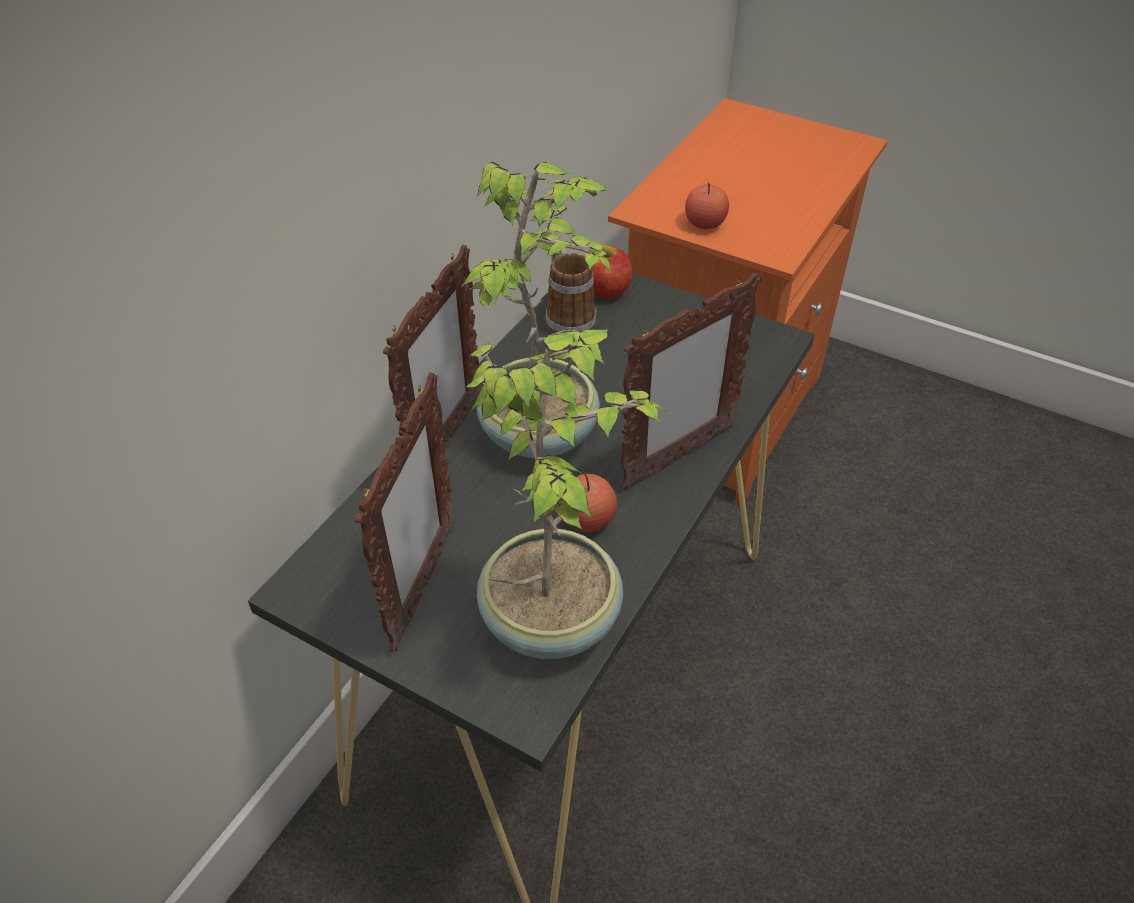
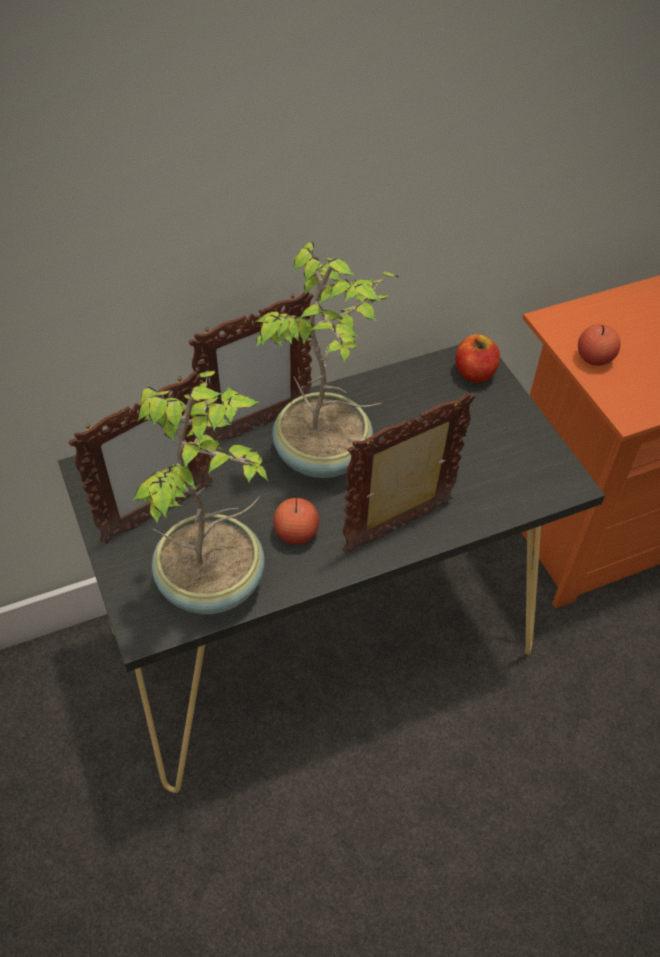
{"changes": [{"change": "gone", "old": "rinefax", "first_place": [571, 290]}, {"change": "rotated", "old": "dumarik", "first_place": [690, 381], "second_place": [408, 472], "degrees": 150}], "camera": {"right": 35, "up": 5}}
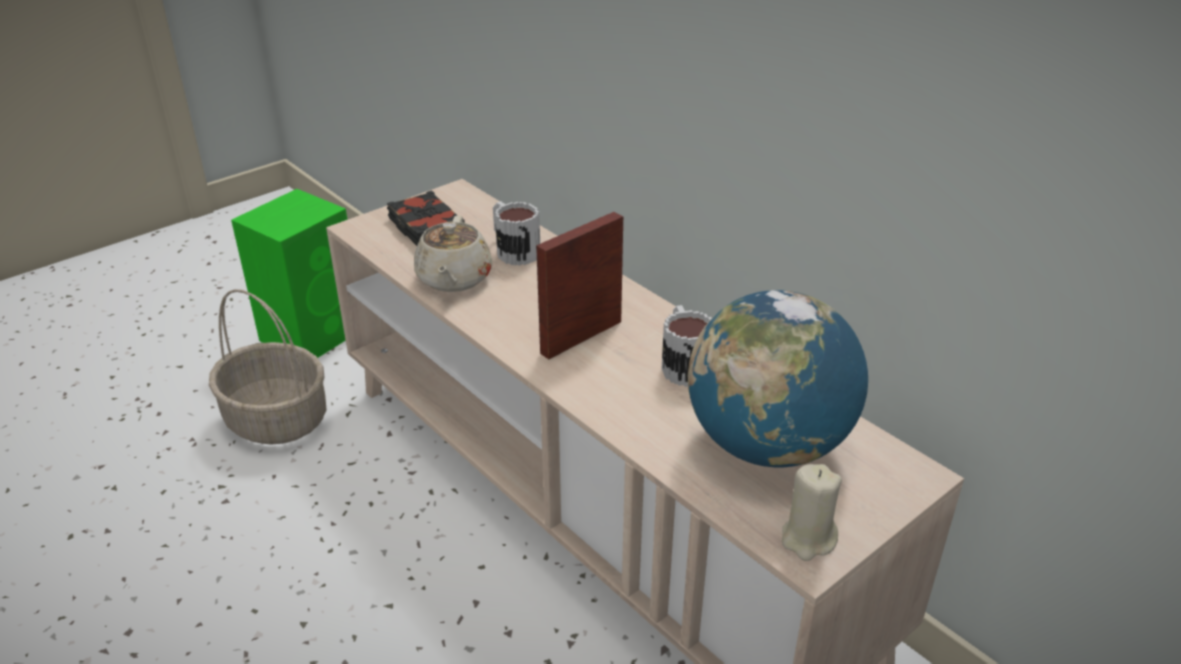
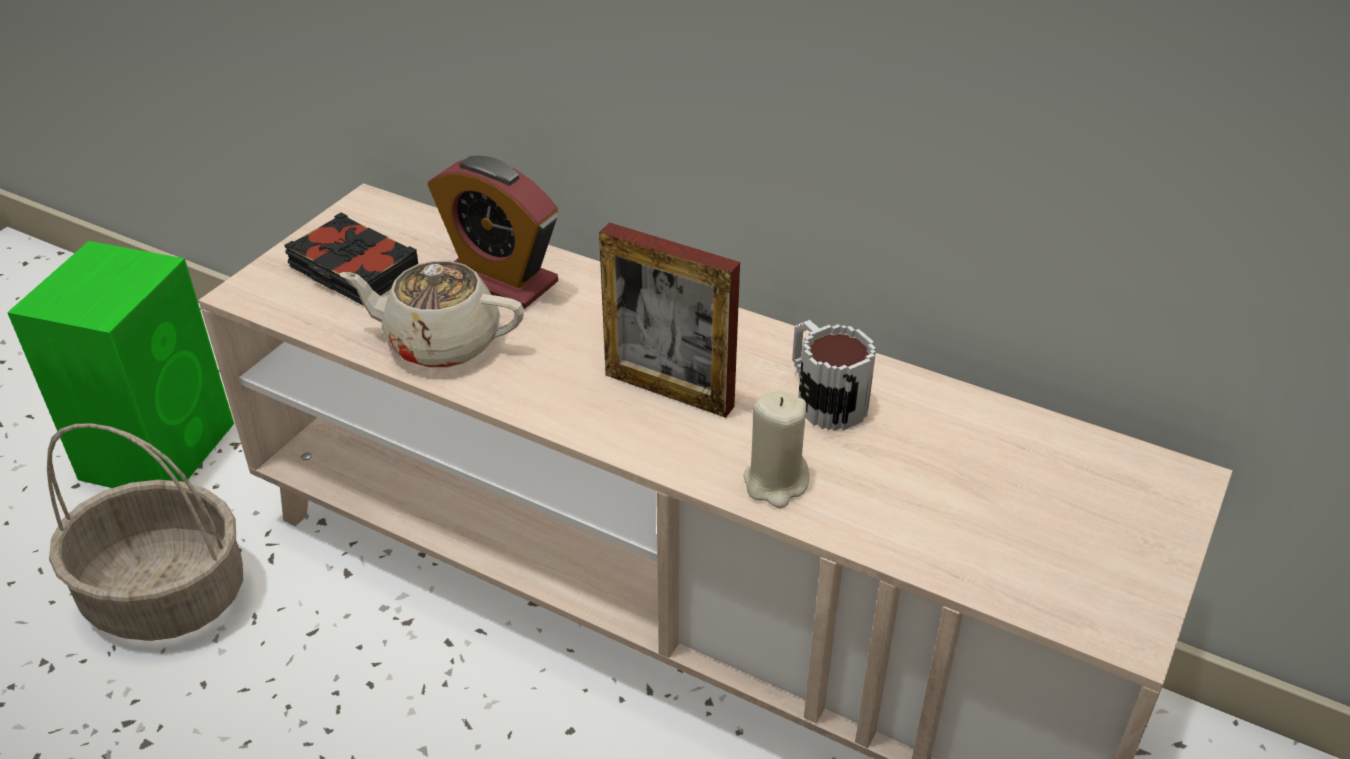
{"changes": [{"change": "swapped", "old": "rinefax", "new": "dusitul", "first_place": [516, 233], "second_place": [492, 232]}, {"change": "rotated", "old": "dumarik", "first_place": [579, 285], "second_place": [669, 320], "degrees": -90}, {"change": "rotated", "old": "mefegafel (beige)", "first_place": [453, 253], "second_place": [431, 314], "degrees": 120}, {"change": "gone", "old": "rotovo", "first_place": [778, 379]}, {"change": "shifted", "old": "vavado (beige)", "first_place": [812, 512], "second_place": [776, 449]}], "camera": {"right": -20, "up": 5}}
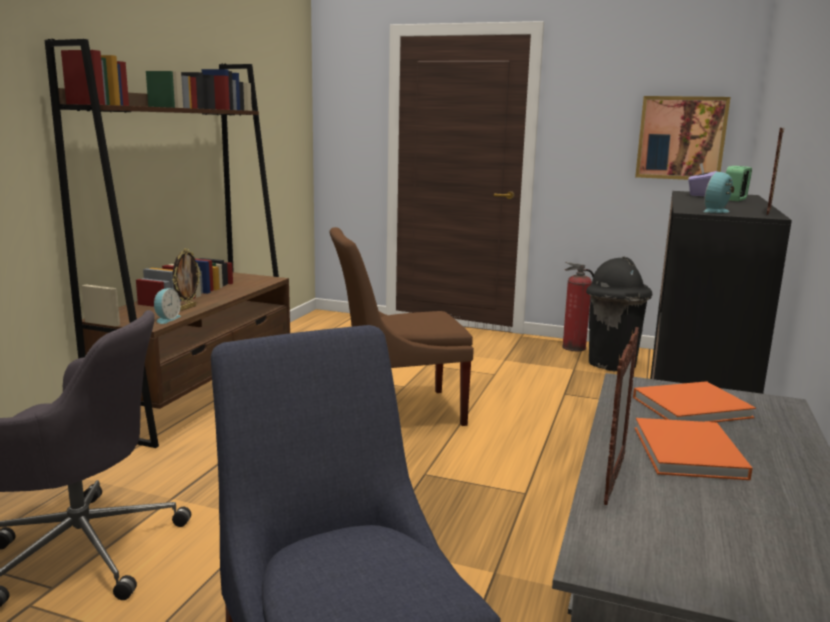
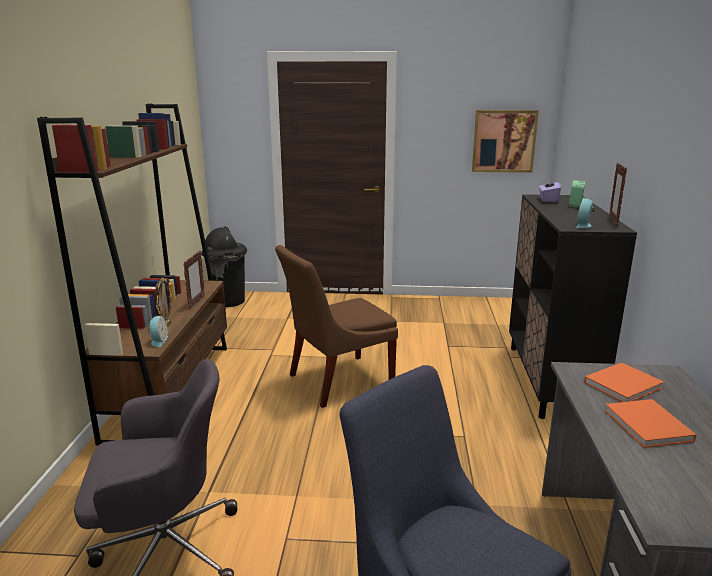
{"changes": [{"change": "shifted", "old": "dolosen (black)", "first_place": [619, 314], "second_place": [224, 267]}, {"change": "gone", "old": "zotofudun", "first_place": [578, 306]}, {"change": "shifted", "old": "dumarik", "first_place": [621, 416], "second_place": [194, 280]}], "camera": {"right": -15, "up": 5}}
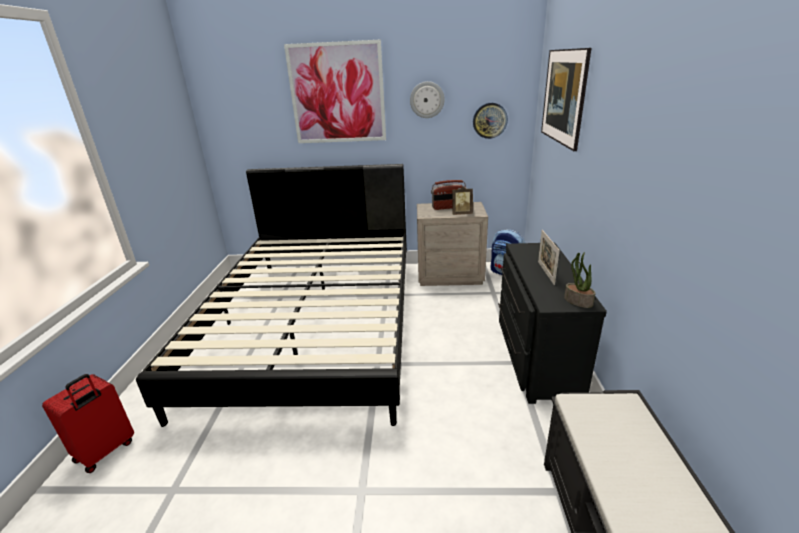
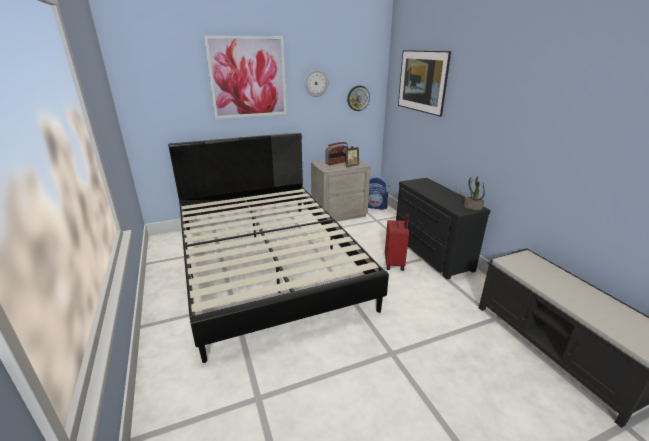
{"changes": [{"change": "gone", "old": "dumarik", "first_place": [549, 257]}, {"change": "shifted", "old": "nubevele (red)", "first_place": [88, 423], "second_place": [397, 242]}], "camera": {"right": -25, "up": 0}}
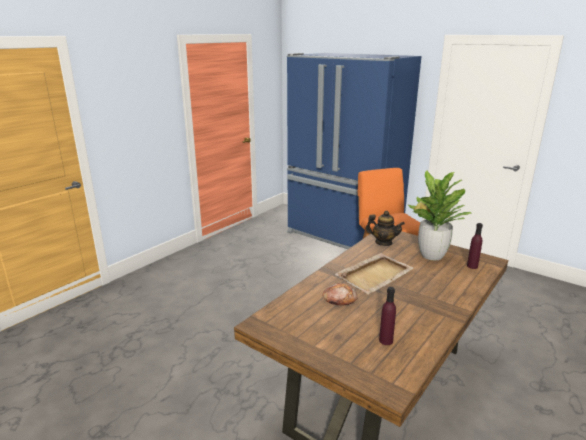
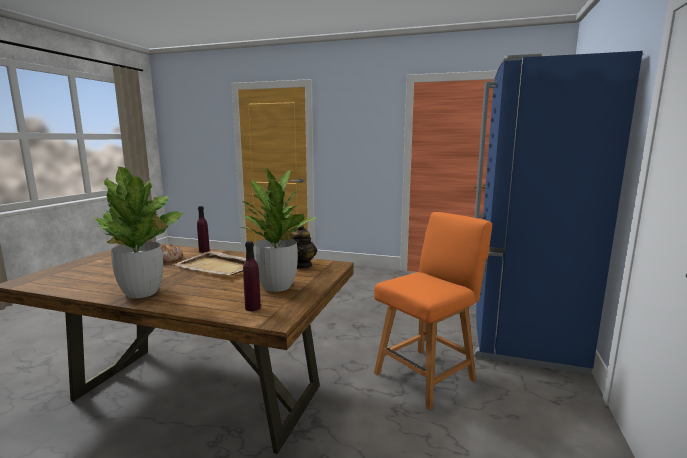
{"changes": [{"change": "shifted", "old": "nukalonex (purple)", "first_place": [387, 316], "second_place": [203, 229]}, {"change": "new", "new": "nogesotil", "second_place": [139, 232]}], "camera": {"right": 70, "up": -10}}
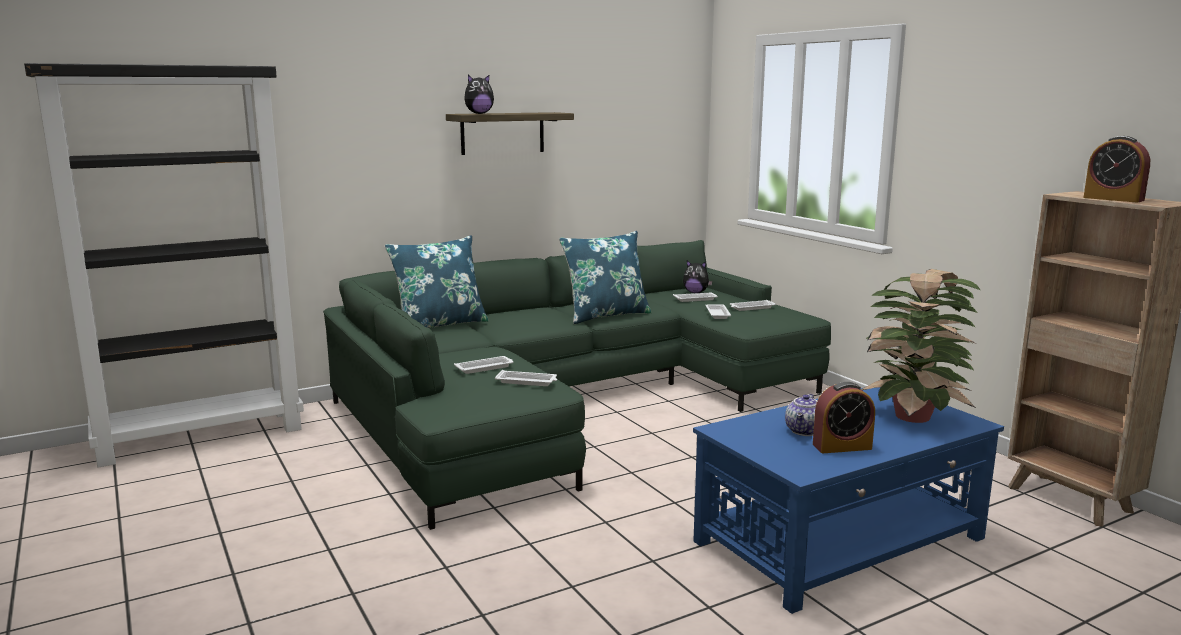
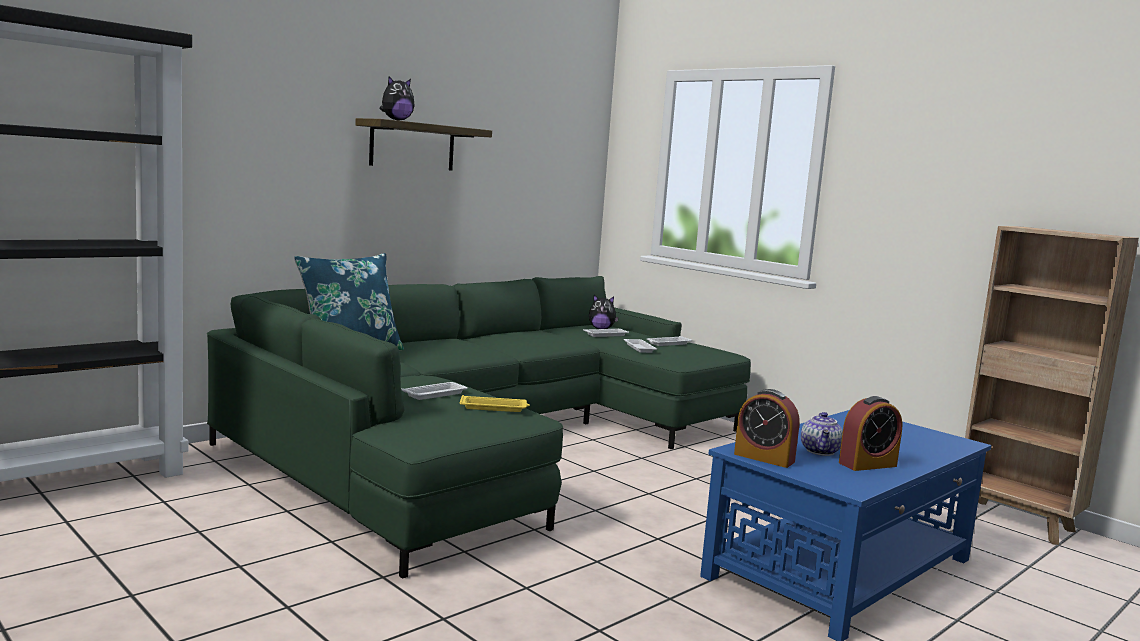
{"changes": [{"change": "shifted", "old": "dusitul", "first_place": [1116, 169], "second_place": [767, 428]}, {"change": "gone", "old": "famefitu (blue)", "first_place": [605, 277]}, {"change": "gone", "old": "nogesotil", "first_place": [920, 346]}, {"change": "repainted", "old": "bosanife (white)", "new": "bosanife (yellow)", "first_place": [526, 378], "second_place": [495, 403]}], "camera": {"right": -15, "up": -5}}
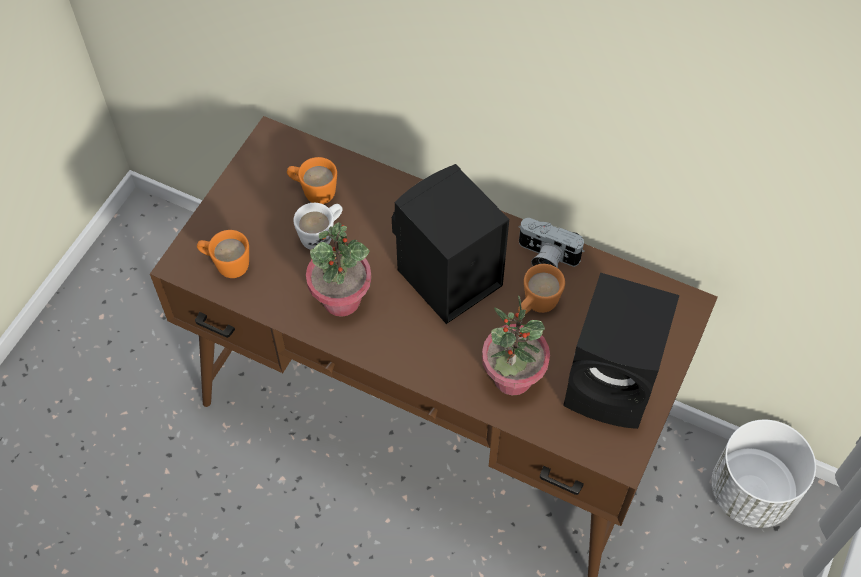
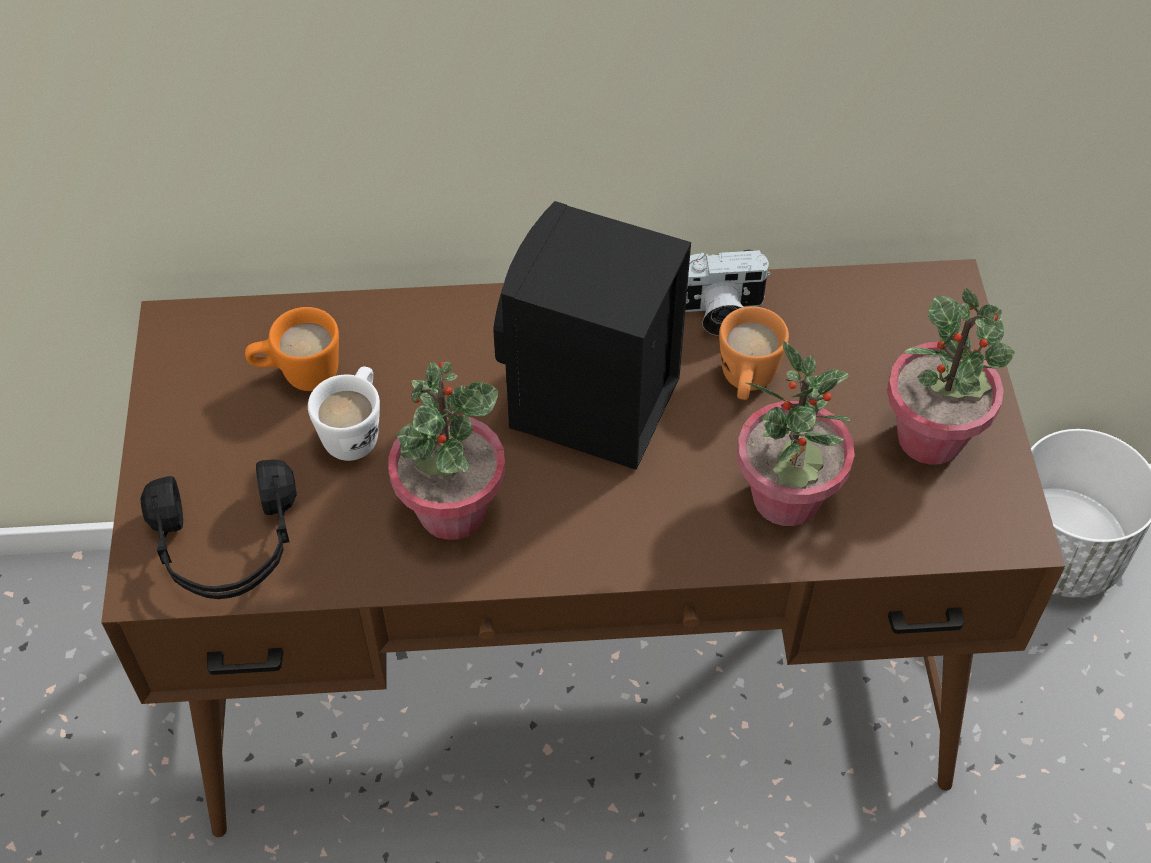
{"changes": [{"change": "swapped", "old": "rinefax (orange)", "new": "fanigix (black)", "first_place": [223, 254], "second_place": [219, 529]}, {"change": "swapped", "old": "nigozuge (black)", "new": "nogesotil", "first_place": [621, 351], "second_place": [951, 376]}], "camera": {"right": -30, "up": -5}}
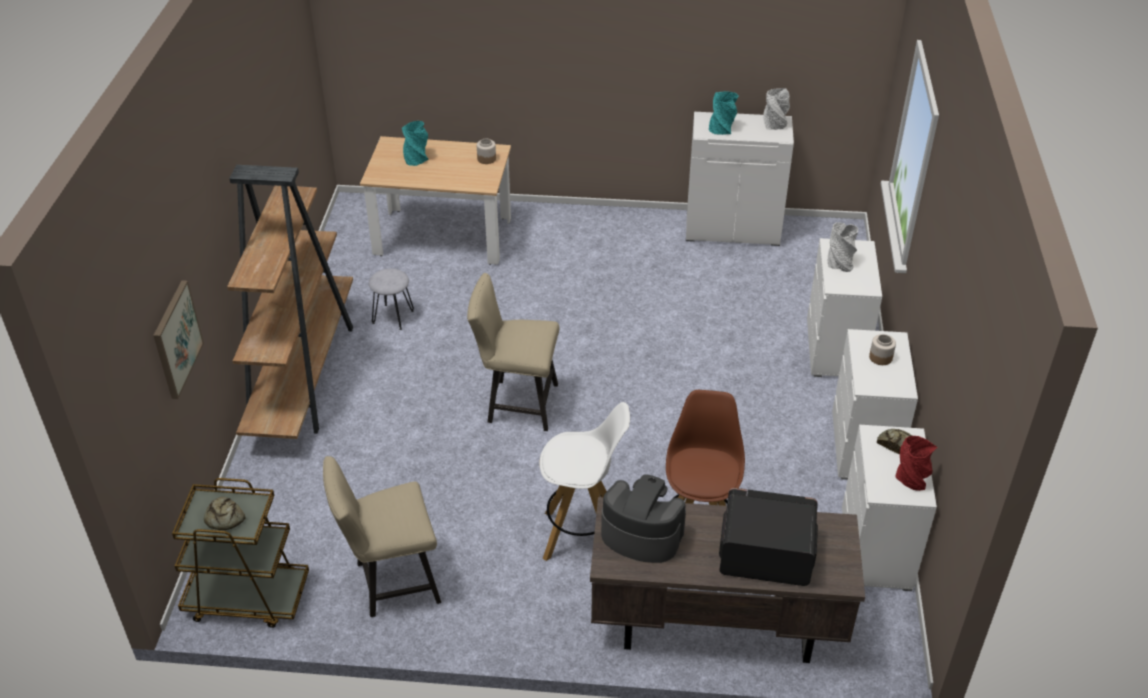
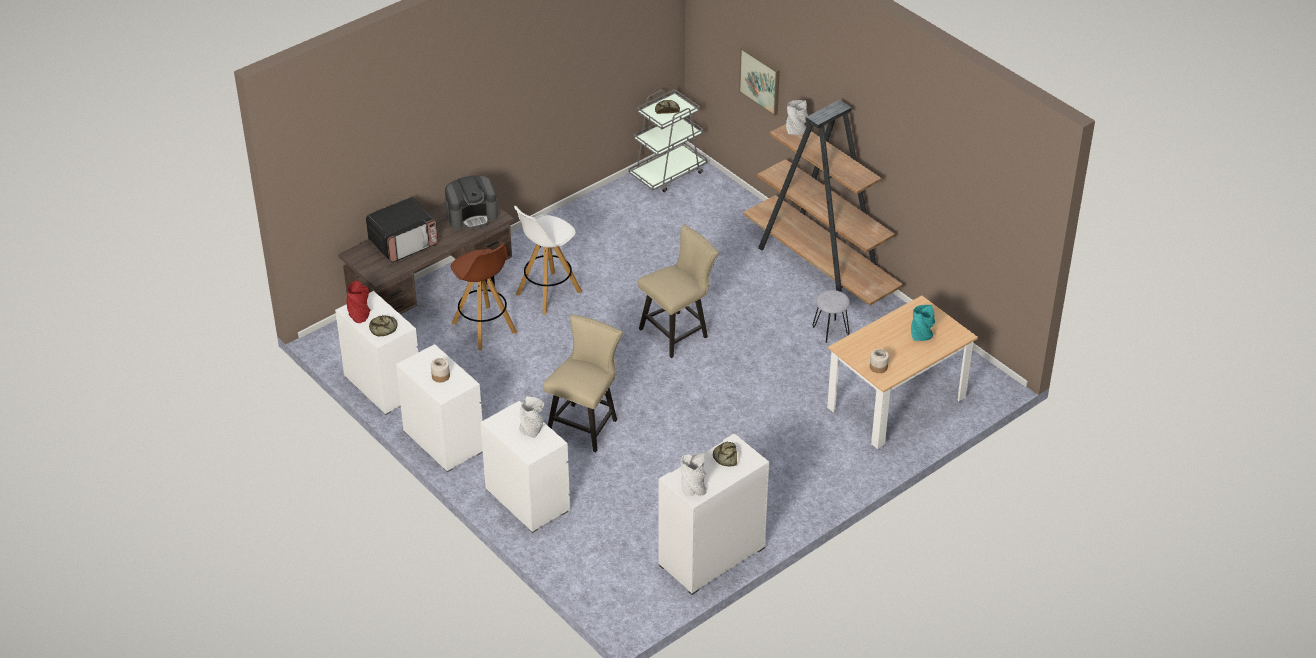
{"changes": [{"change": "swapped", "old": "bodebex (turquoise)", "new": "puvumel", "first_place": [724, 113], "second_place": [725, 454]}, {"change": "shifted", "old": "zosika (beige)", "first_place": [382, 536], "second_place": [583, 383]}, {"change": "repainted", "old": "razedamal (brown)", "new": "razedamal (grey)", "first_place": [240, 553], "second_place": [668, 140]}, {"change": "new", "new": "bodebex (grey)", "second_place": [797, 117]}], "camera": {"right": 135, "up": 0}}
